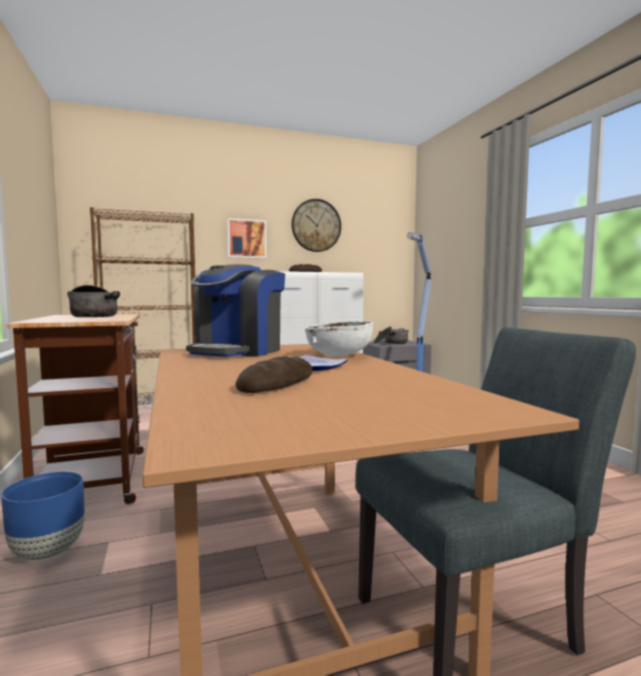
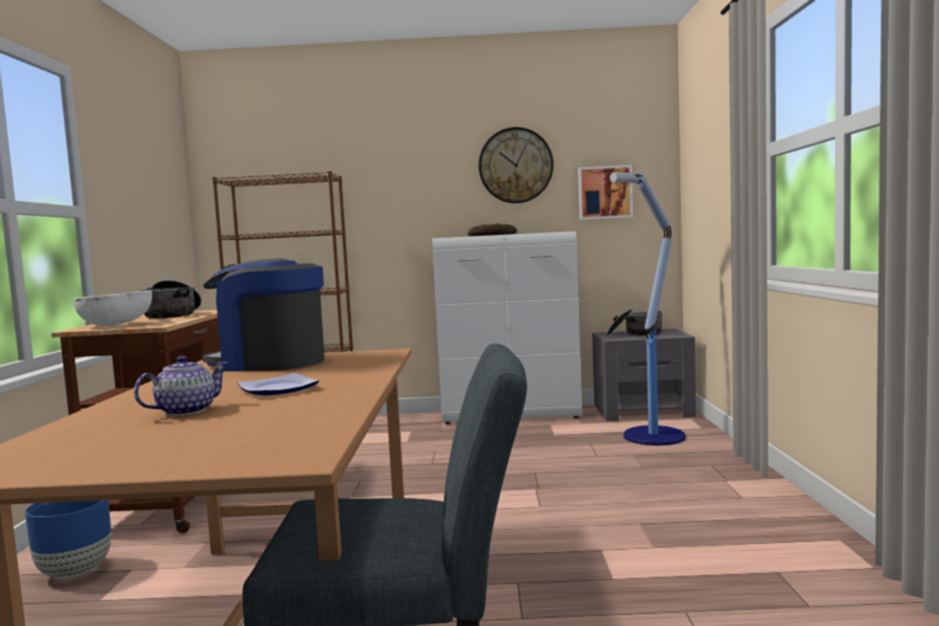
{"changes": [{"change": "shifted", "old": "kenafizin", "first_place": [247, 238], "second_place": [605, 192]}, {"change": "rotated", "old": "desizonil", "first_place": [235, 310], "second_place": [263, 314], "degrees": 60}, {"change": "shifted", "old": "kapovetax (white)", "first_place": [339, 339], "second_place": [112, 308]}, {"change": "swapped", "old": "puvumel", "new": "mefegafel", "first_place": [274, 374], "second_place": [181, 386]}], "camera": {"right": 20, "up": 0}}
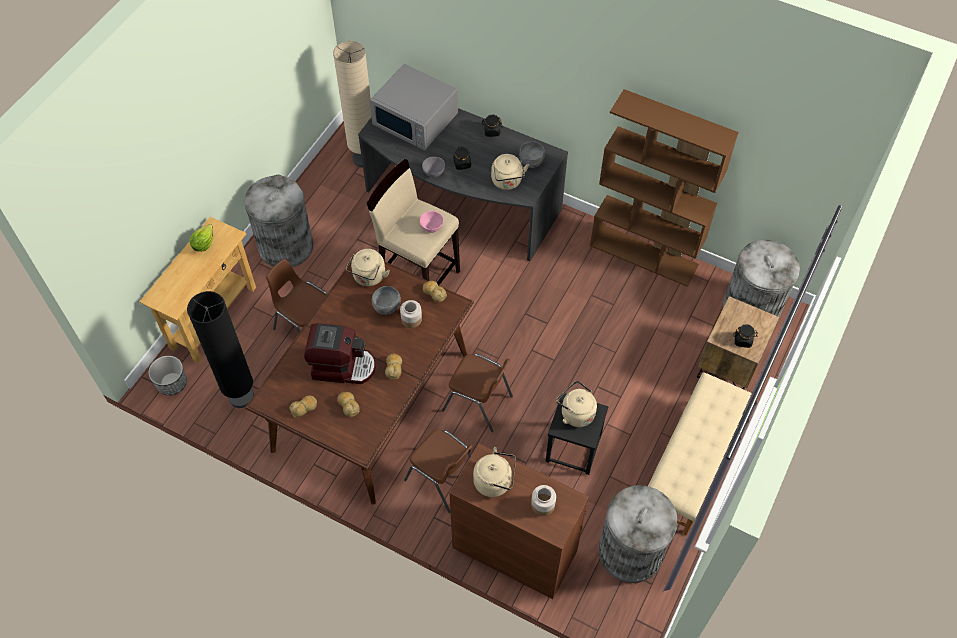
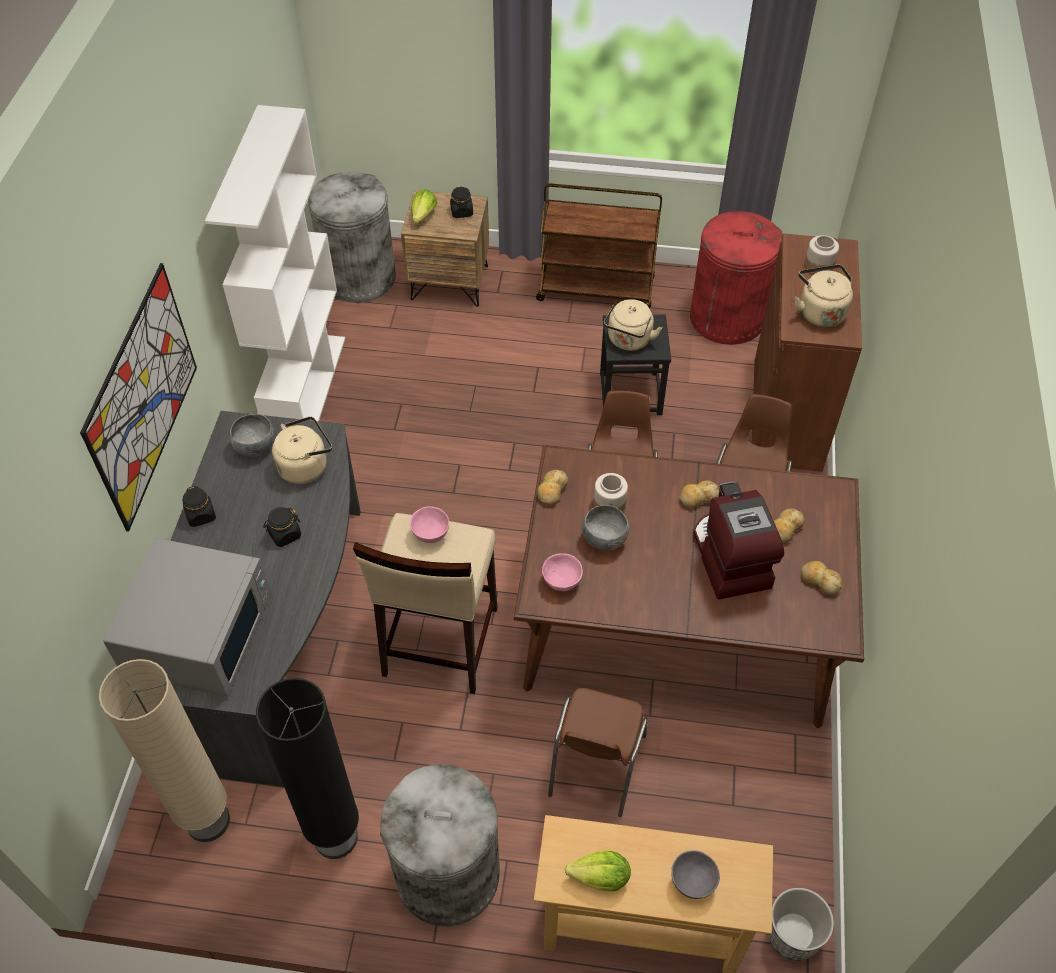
{"changes": [{"change": "repainted", "old": "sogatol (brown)", "new": "sogatol (white)", "first_place": [664, 188], "second_place": [275, 263]}, {"change": "shifted", "old": "kapovetax (grey)", "first_place": [433, 167], "second_place": [695, 874]}, {"change": "swapped", "old": "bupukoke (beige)", "new": "kapovetax (pink)", "first_place": [368, 267], "second_place": [562, 572]}, {"change": "shifted", "old": "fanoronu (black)", "first_place": [220, 349], "second_place": [307, 768]}, {"change": "swapped", "old": "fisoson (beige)", "new": "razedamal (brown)", "first_place": [700, 453], "second_place": [599, 245]}, {"change": "repainted", "old": "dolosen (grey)", "new": "dolosen (red)", "first_place": [638, 534], "second_place": [736, 278]}, {"change": "new", "new": "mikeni", "second_place": [424, 206]}, {"change": "new", "new": "kenafizin", "second_place": [138, 397]}], "camera": {"right": -110, "up": -5}}
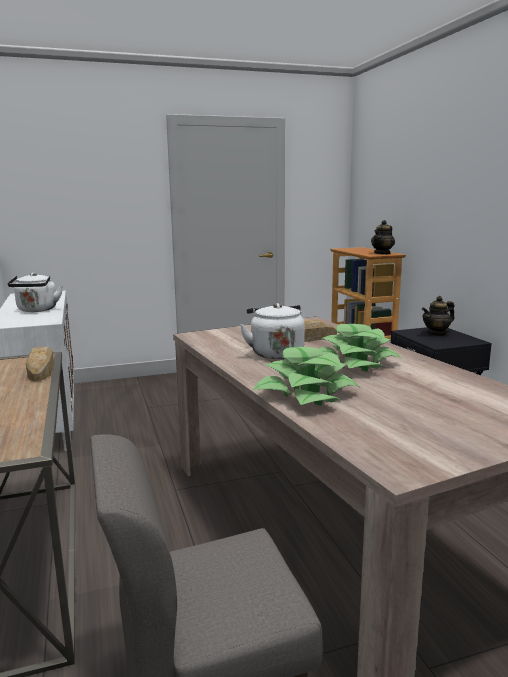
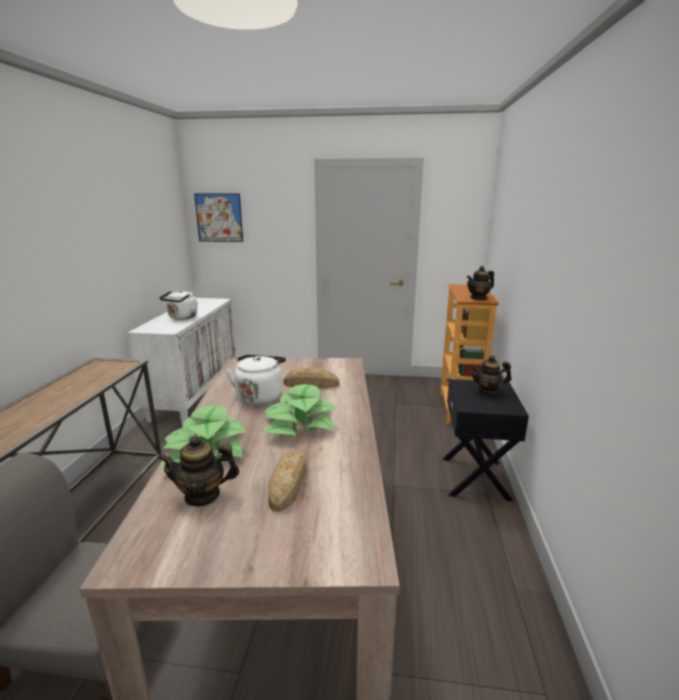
{"changes": [{"change": "shifted", "old": "puvumel", "first_place": [40, 364], "second_place": [287, 481]}, {"change": "new", "new": "kenafizin", "second_place": [218, 217]}, {"change": "new", "new": "mefegafel", "second_place": [199, 471]}], "camera": {"right": 25, "up": 5}}
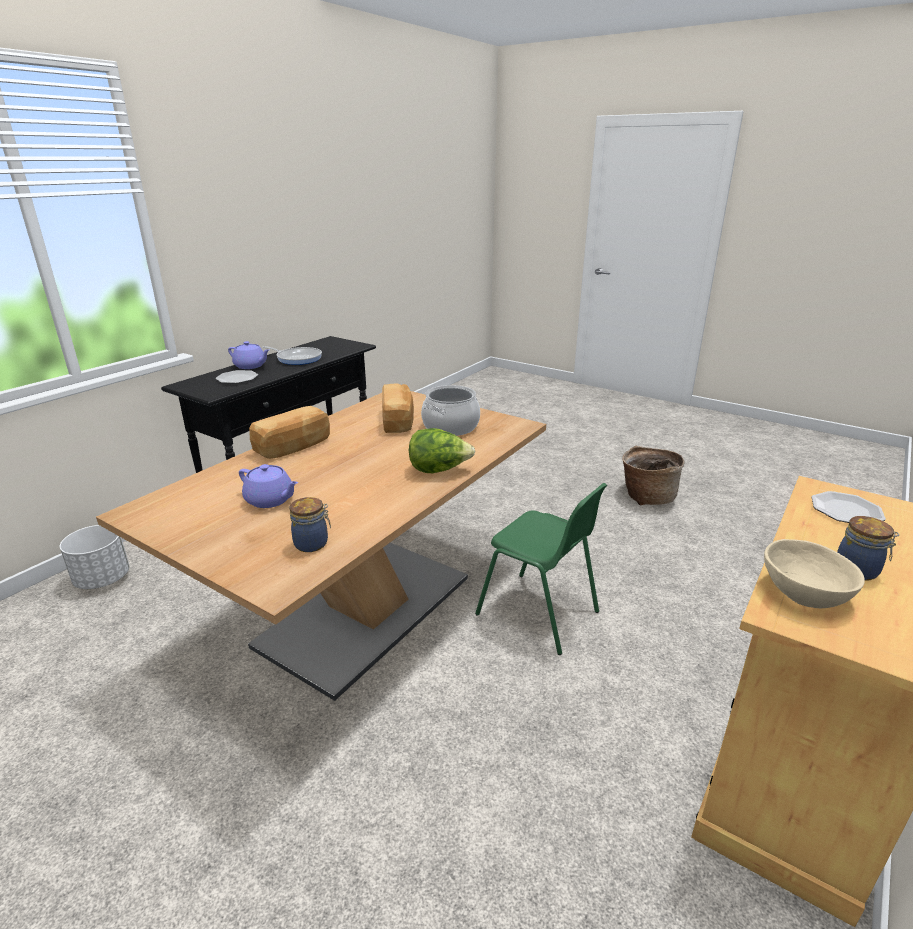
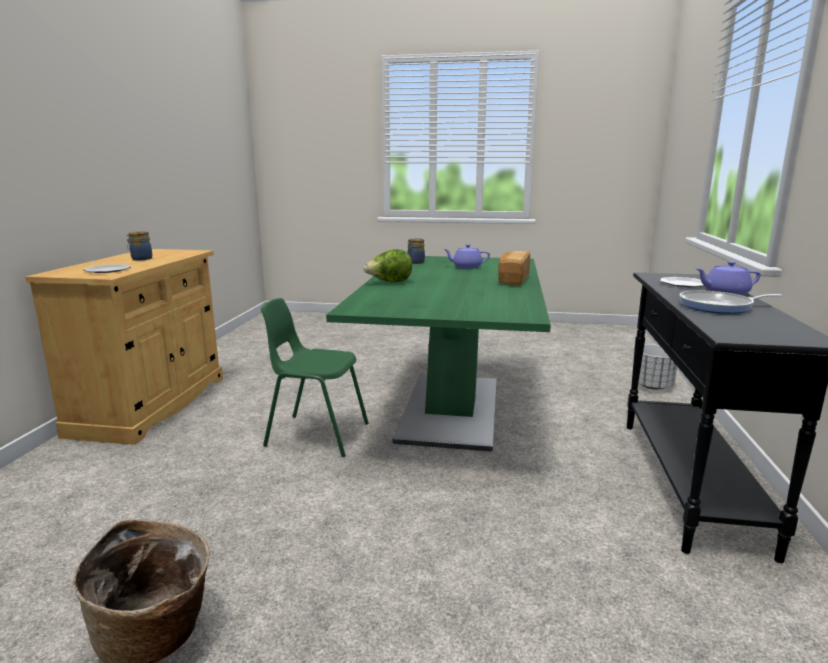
{"changes": [{"change": "gone", "old": "puvumel", "first_place": [398, 408]}, {"change": "gone", "old": "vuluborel", "first_place": [450, 410]}, {"change": "repainted", "old": "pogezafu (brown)", "new": "pogezafu (green)", "first_place": [321, 546], "second_place": [438, 354]}, {"change": "gone", "old": "kapovetax (beige)", "first_place": [814, 573]}], "camera": {"right": 155, "up": -10}}
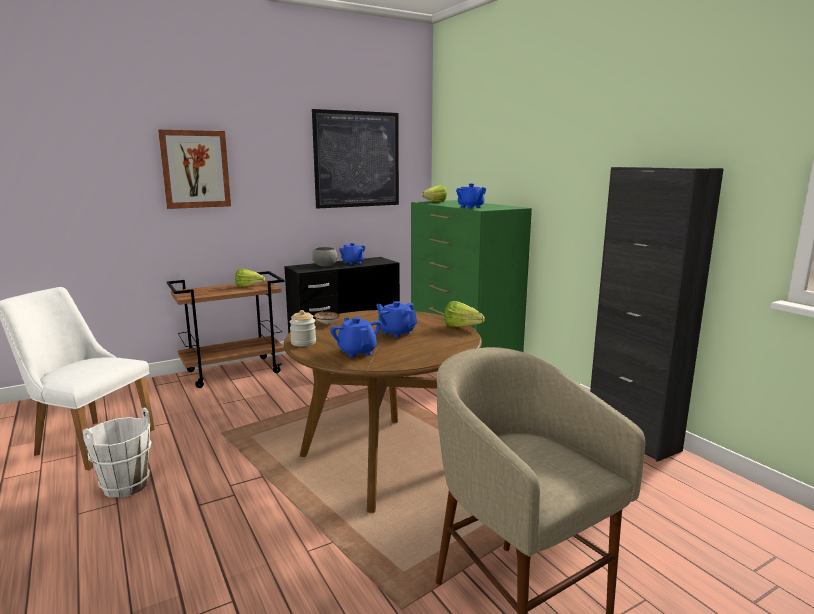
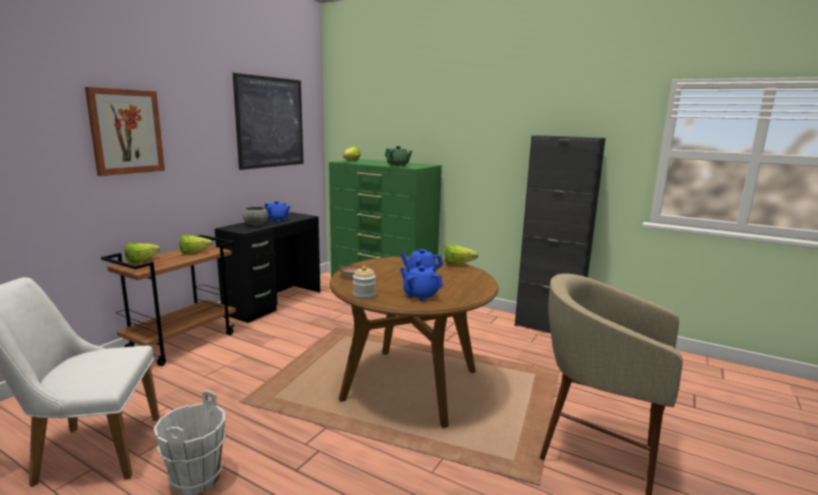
{"changes": [{"change": "repainted", "old": "mefegafel (blue)", "new": "mefegafel (green)", "first_place": [471, 196], "second_place": [398, 156]}, {"change": "new", "new": "mikeni", "second_place": [142, 253]}], "camera": {"right": -30, "up": 0}}
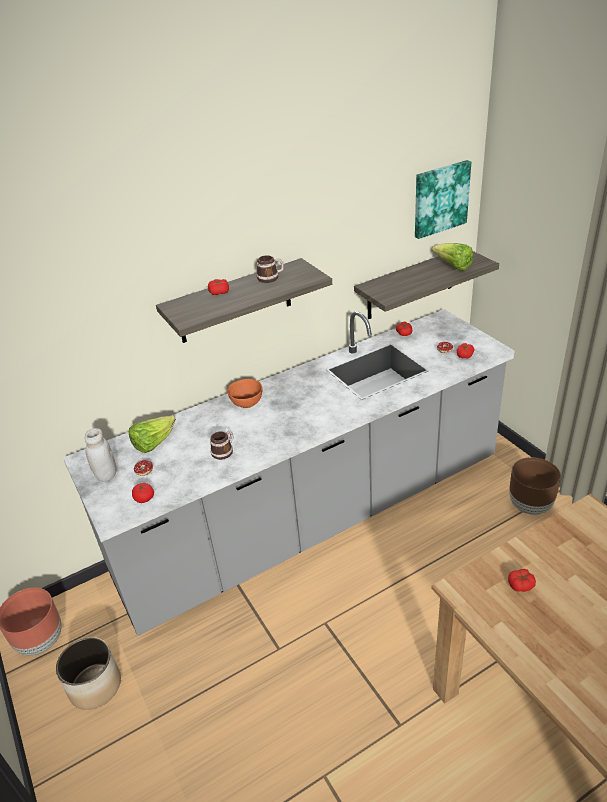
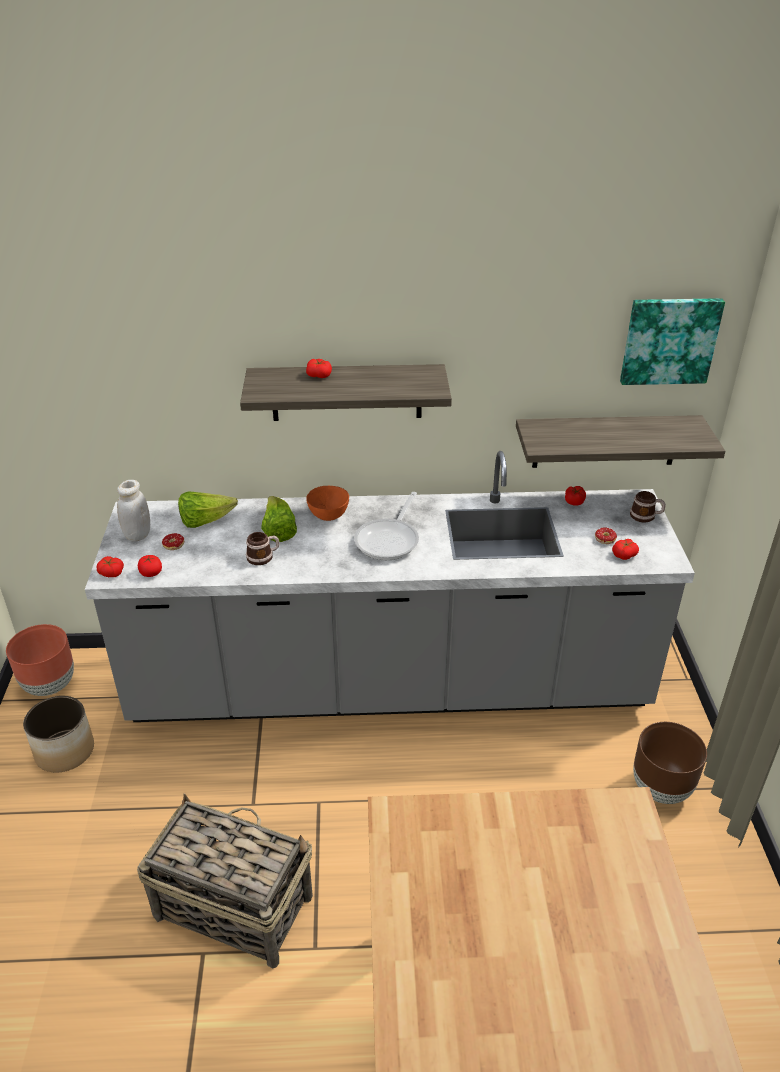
{"changes": [{"change": "shifted", "old": "mikeni", "first_place": [452, 257], "second_place": [279, 519]}, {"change": "shifted", "old": "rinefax", "first_place": [270, 269], "second_place": [648, 506]}, {"change": "shifted", "old": "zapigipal", "first_place": [522, 580], "second_place": [110, 566]}, {"change": "new", "new": "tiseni", "second_place": [386, 526]}, {"change": "new", "new": "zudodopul", "second_place": [225, 881]}], "camera": {"right": 25, "up": 0}}
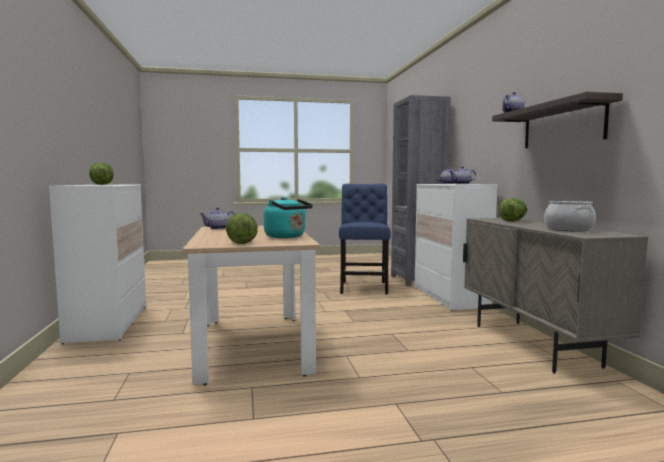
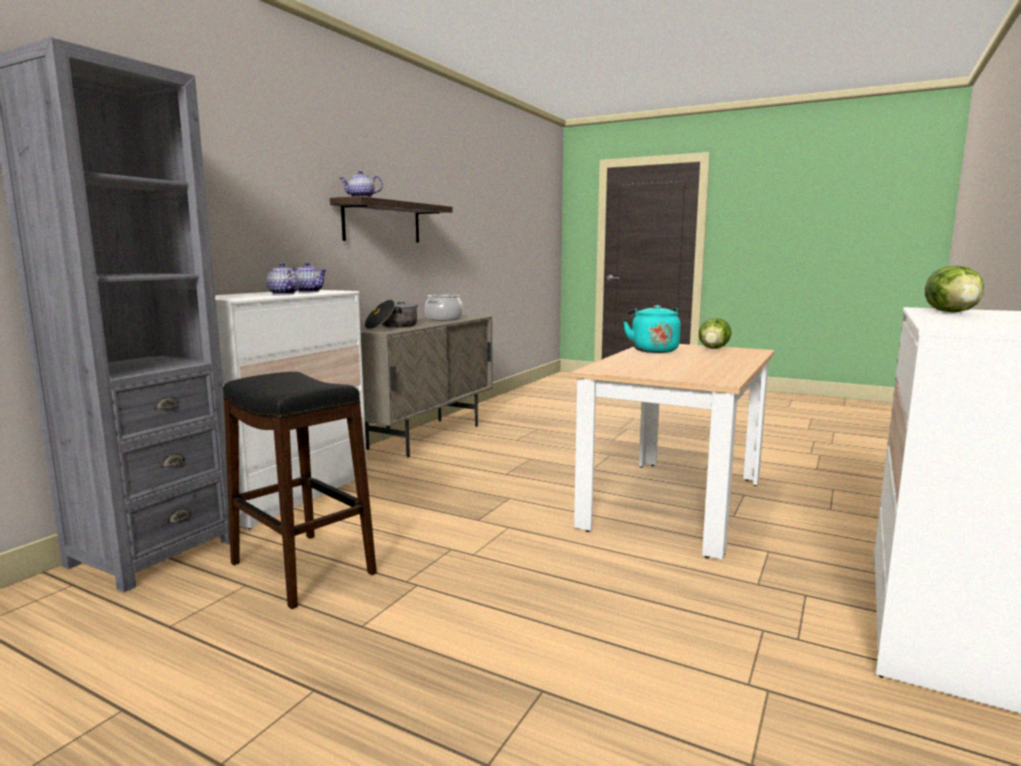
{"changes": [{"change": "swapped", "old": "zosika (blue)", "new": "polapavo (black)", "first_place": [365, 239], "second_place": [300, 490]}, {"change": "swapped", "old": "mikeni", "new": "vuluborel", "first_place": [512, 210], "second_place": [391, 314]}, {"change": "gone", "old": "mefegafel", "first_place": [217, 218]}], "camera": {"right": -140, "up": 5}}
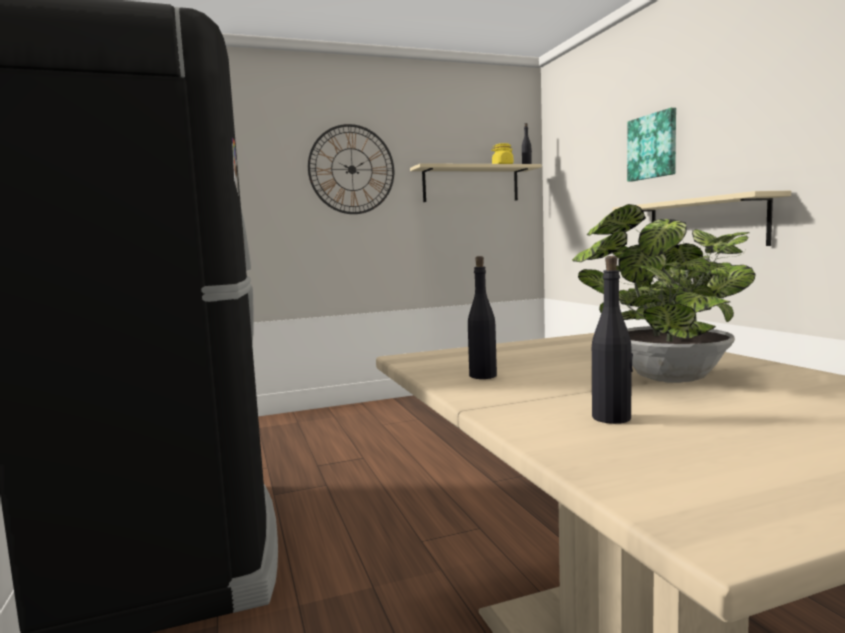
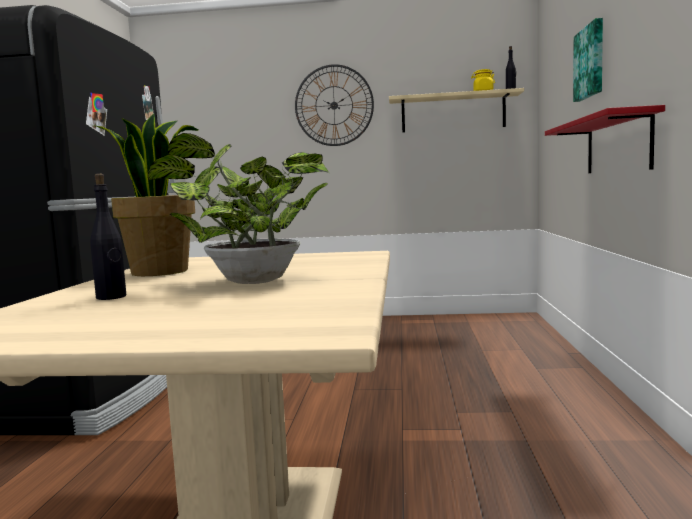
{"changes": [{"change": "repainted", "old": "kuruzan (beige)", "new": "kuruzan (red)", "first_place": [702, 218], "second_place": [605, 139]}, {"change": "swapped", "old": "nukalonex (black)", "new": "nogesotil", "first_place": [482, 317], "second_place": [146, 194]}], "camera": {"right": 25, "up": 0}}
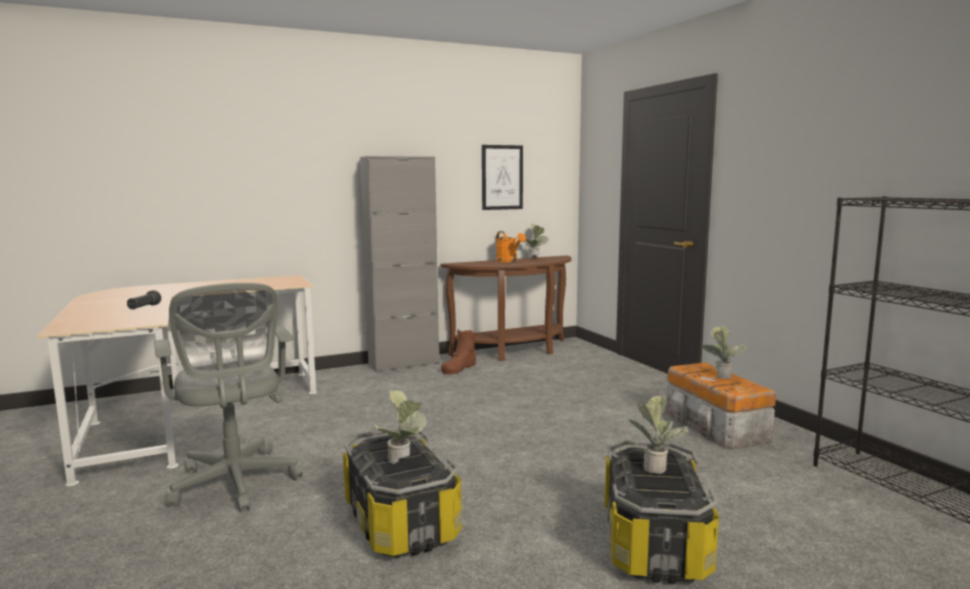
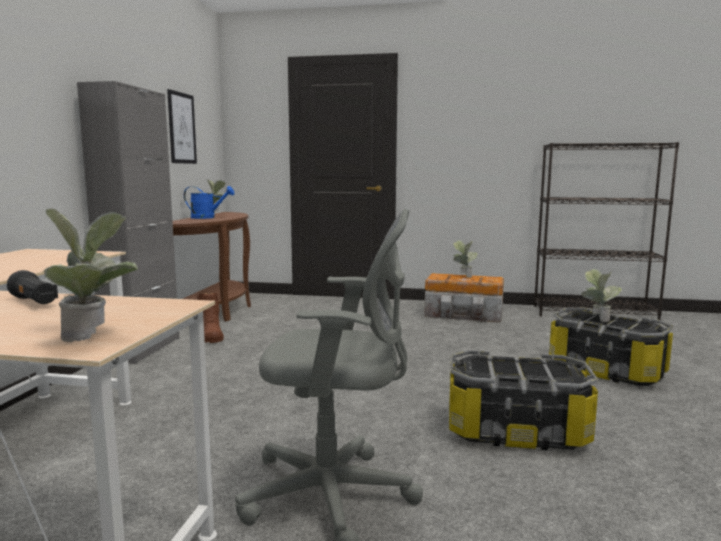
{"changes": [{"change": "repainted", "old": "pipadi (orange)", "new": "pipadi (blue)", "first_place": [511, 246], "second_place": [209, 202]}, {"change": "shifted", "old": "nogesotil", "first_place": [399, 427], "second_place": [90, 275]}], "camera": {"right": -55, "up": 0}}
